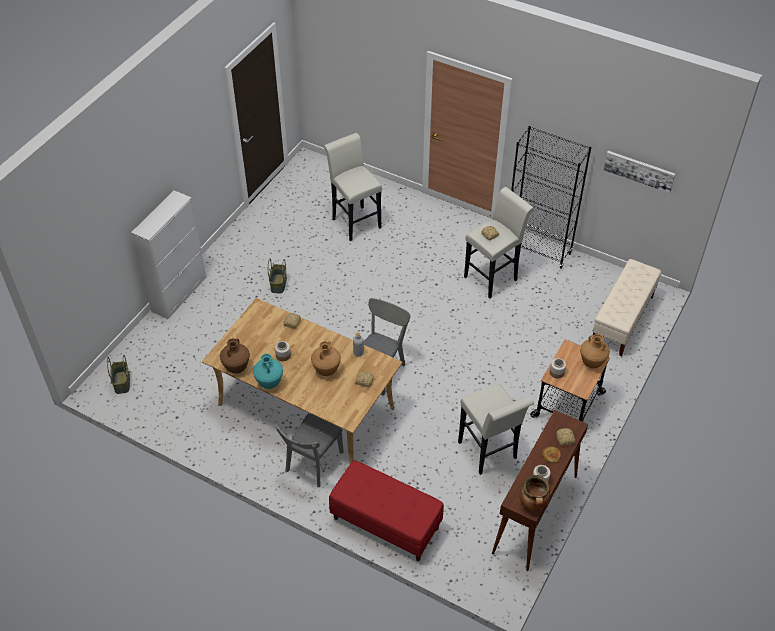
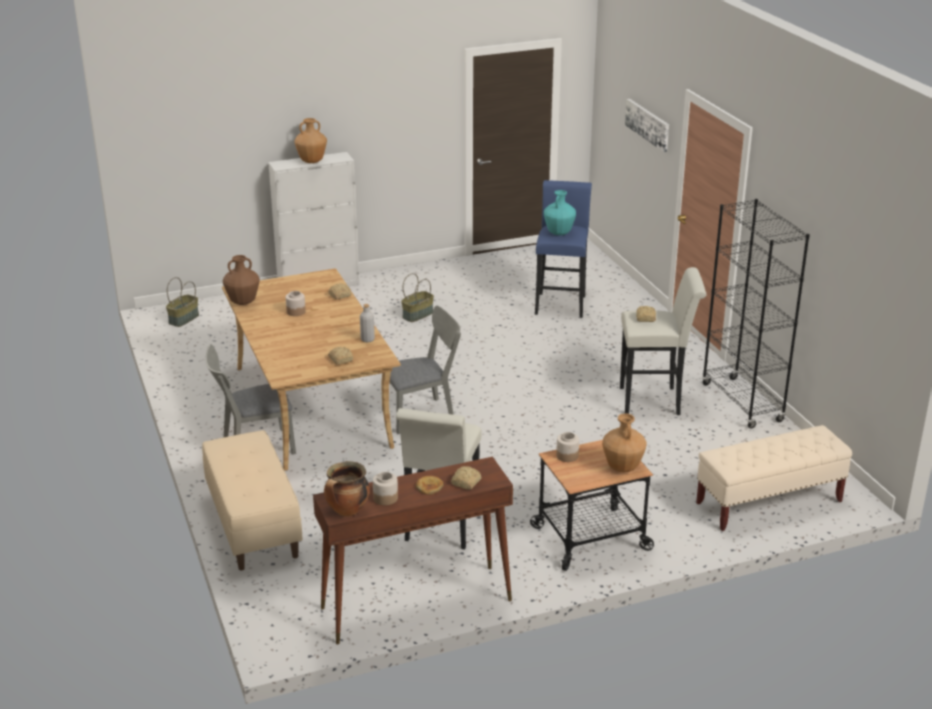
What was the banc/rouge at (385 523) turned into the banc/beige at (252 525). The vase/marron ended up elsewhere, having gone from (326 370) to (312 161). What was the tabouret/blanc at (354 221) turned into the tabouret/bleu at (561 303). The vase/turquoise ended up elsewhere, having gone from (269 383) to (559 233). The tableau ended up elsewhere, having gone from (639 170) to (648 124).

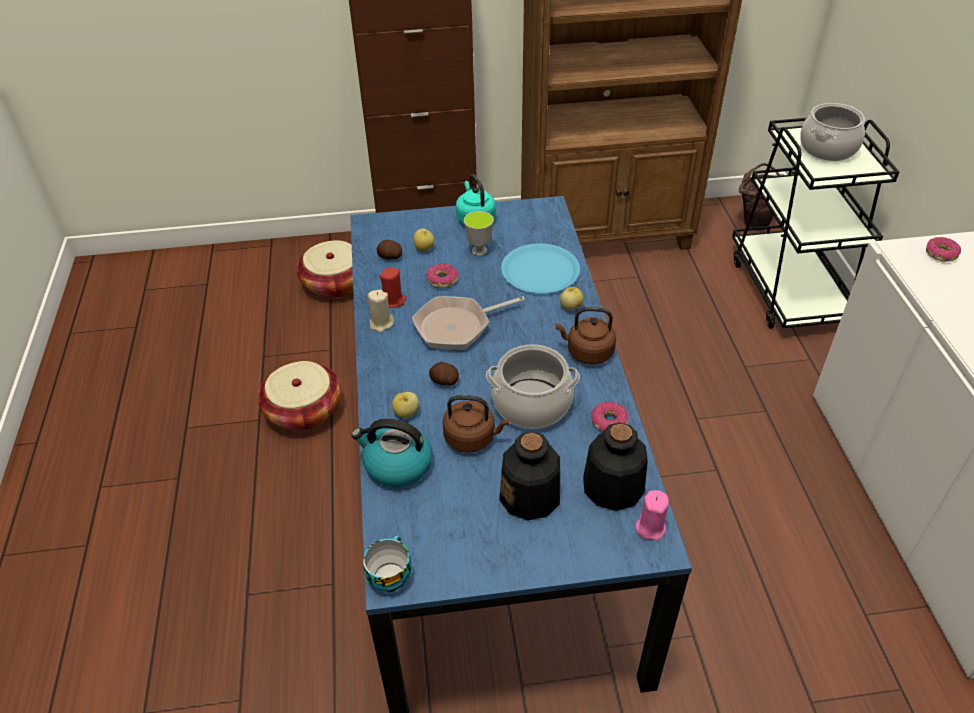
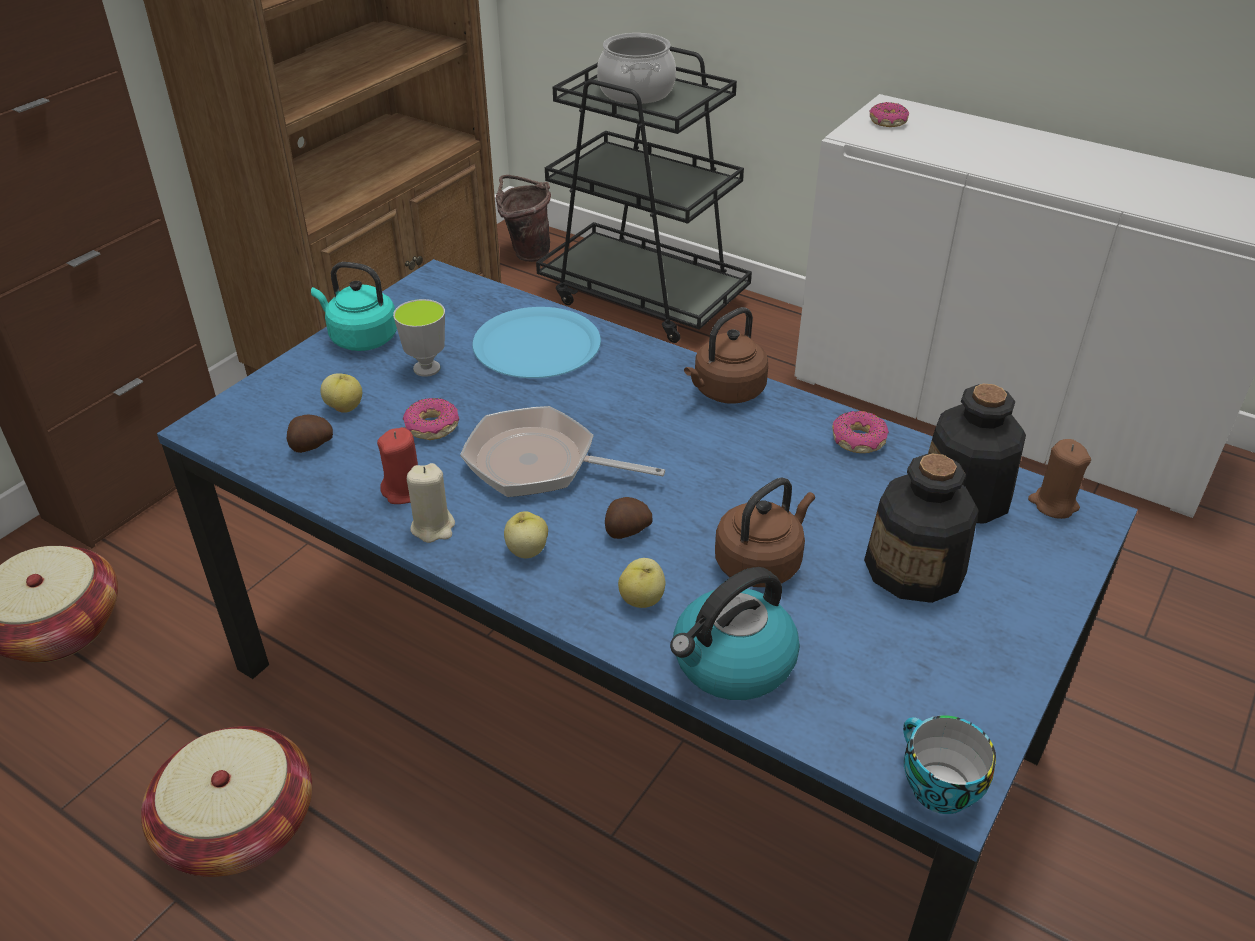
The poêle at (457 326) ended up facing another way, 90 degrees clockwise from before. The pomme ended up elsewhere, having gone from (570 307) to (526 550). What was the bougie/rose at (650 527) turned into the bougie/marron at (1053 504). The second view lost the marmite at (532 403).

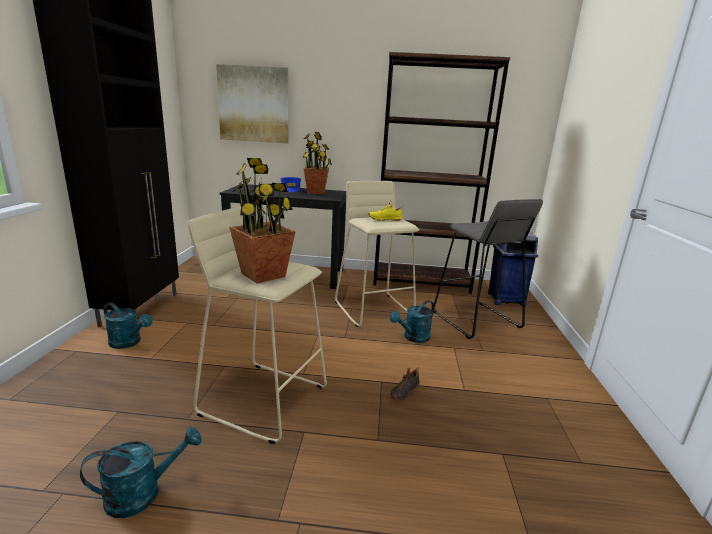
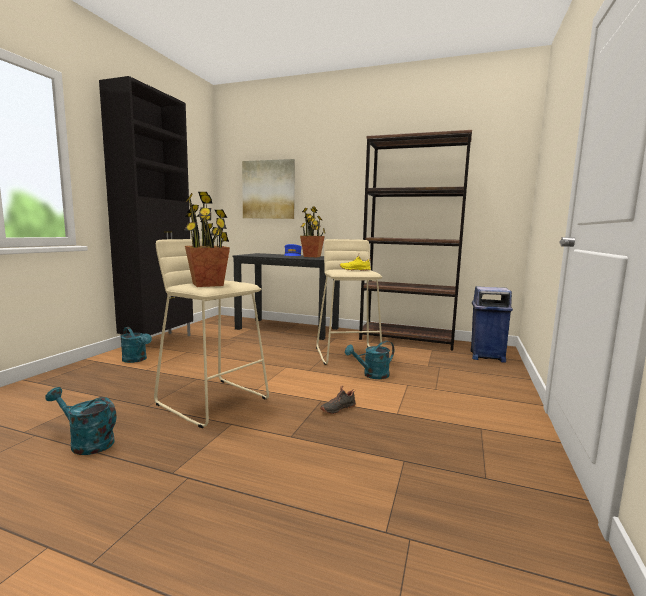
The arrosoir/turquoise at (143 493) ended up facing another way, 150 degrees counterclockwise from before. The second view lost the tabouret/gris at (475 320).

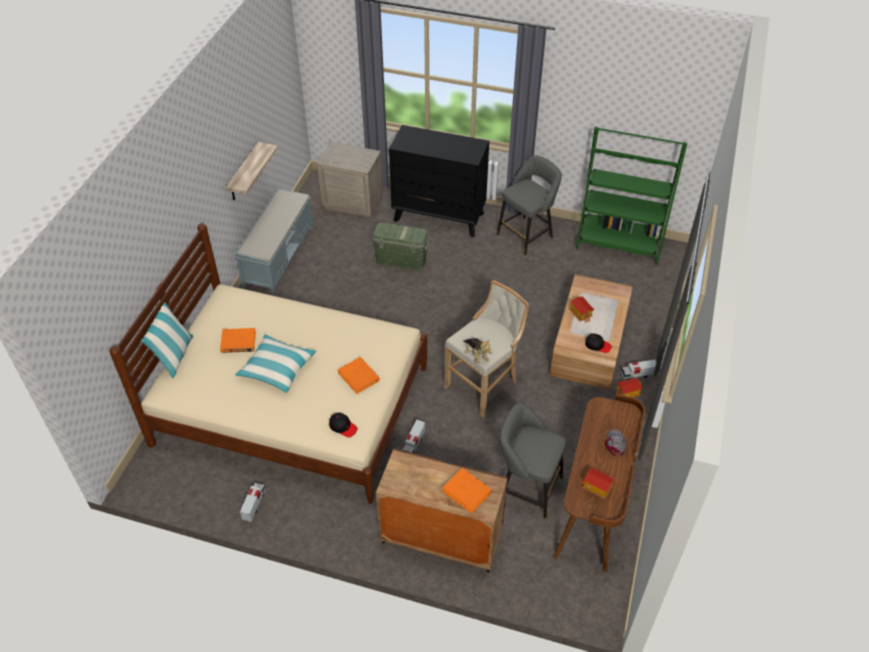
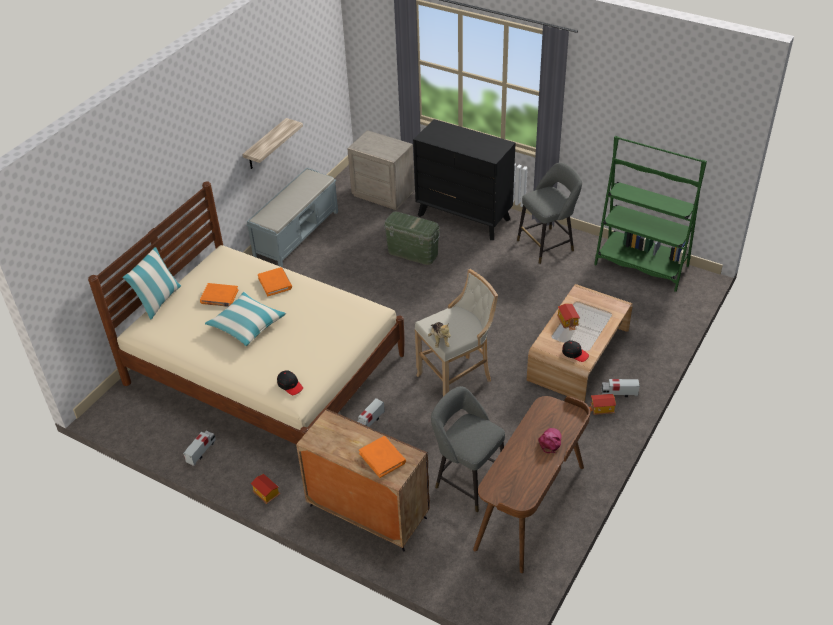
The maison miniature ended up elsewhere, having gone from (596 488) to (266 494). The livre/orange ended up elsewhere, having gone from (359 376) to (275 283). What was the casquette/gris at (615 443) turned into the casquette/rose at (550 441).

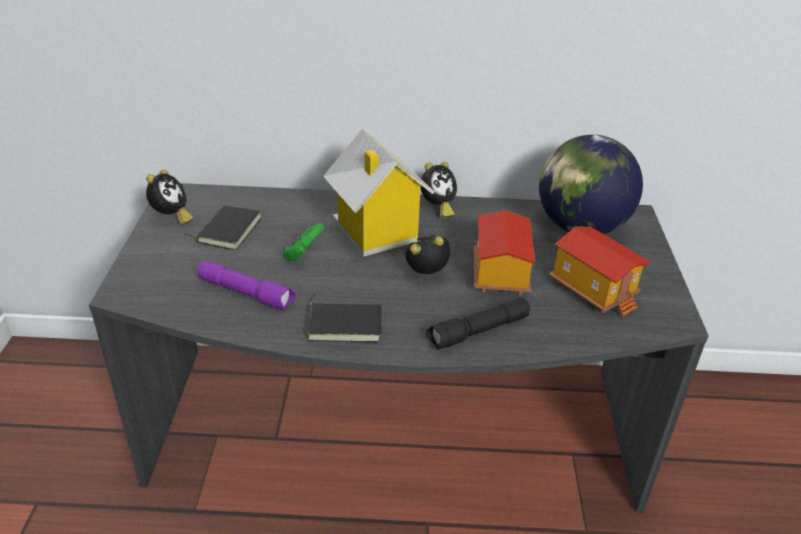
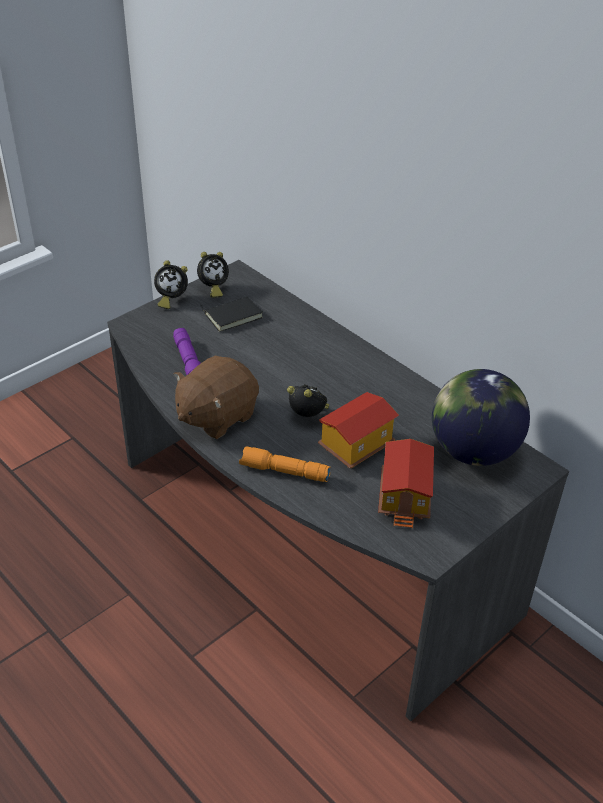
The réveil ended up elsewhere, having gone from (437 208) to (171 299). Where the livre/noir stood at (345 324), the peluche/marron came to stand at (216 416). What was the lampe de poche/noir at (478 332) turned into the lampe de poche/orange at (283 472). The second view lost the manette/vert at (303 254). The second view lost the maison miniature at (375 233).

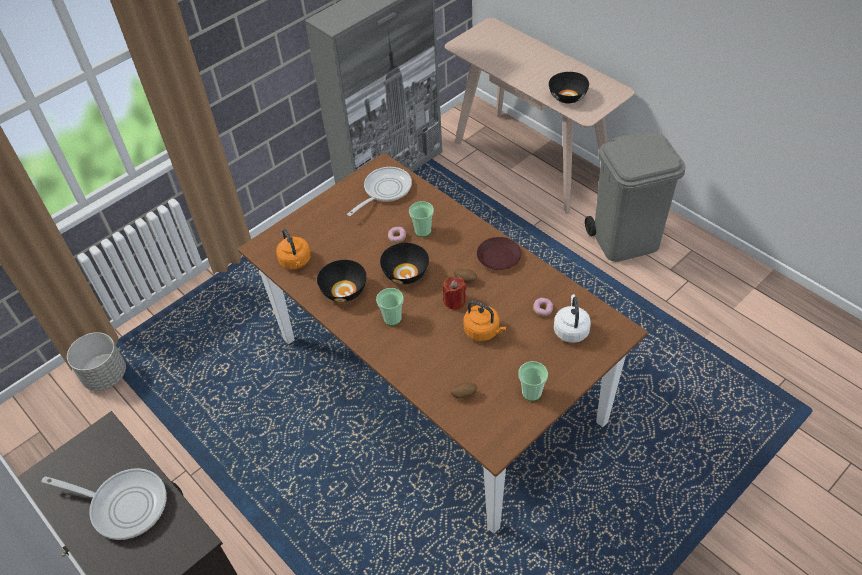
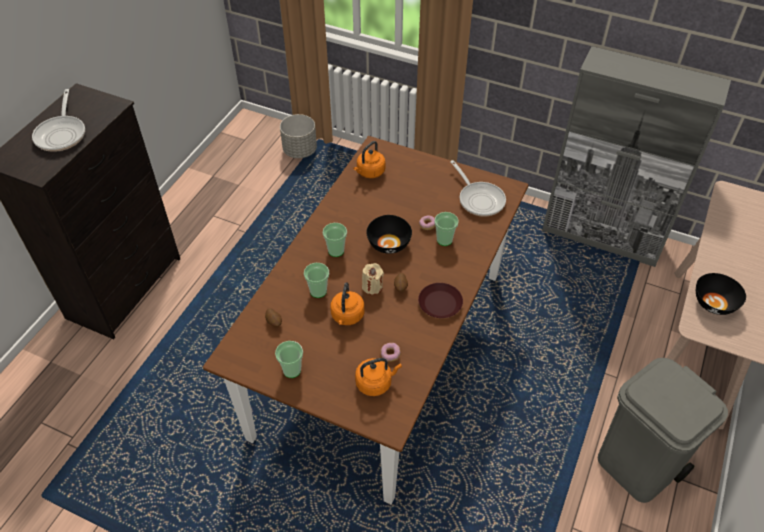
The second view gained the tasse at (318 291). What was the bouilloire/blanc at (571 329) turned into the bouilloire/orange at (375 383). What was the bougie/rouge at (454 301) turned into the bougie/beige at (372 286). The poêle at (384 190) ended up facing another way, 45 degrees clockwise from before. The second view lost the bol/noir at (344 290).

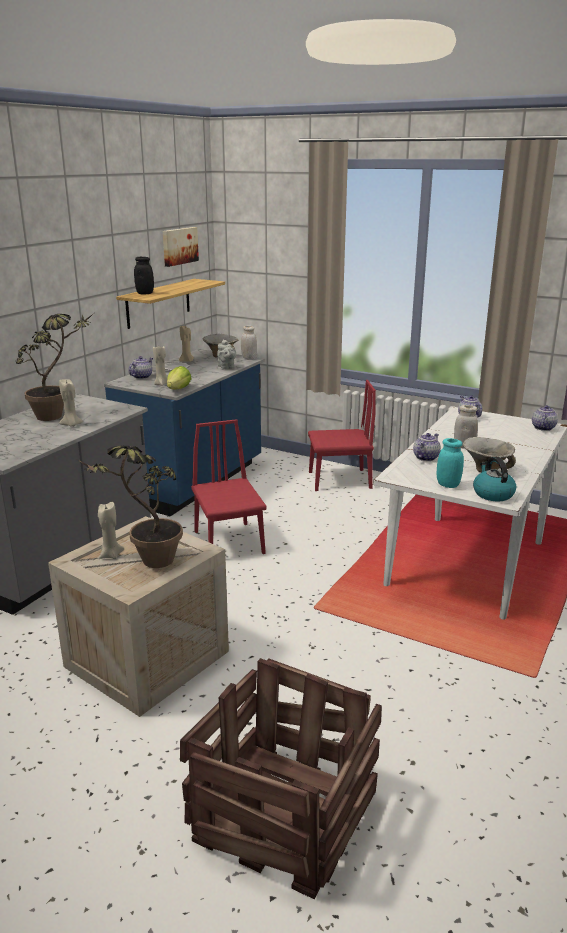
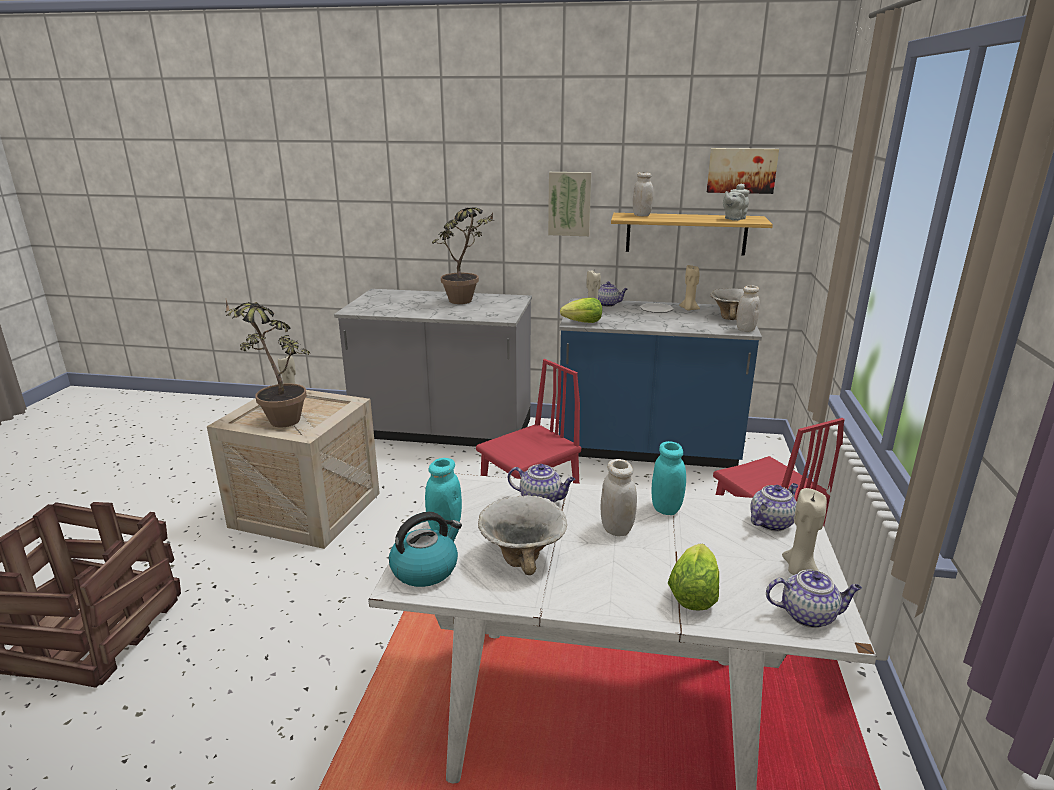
The second view gained the tableau at (569 203). What was the bocal/noir at (145 293) turned into the bocal/blanc at (641 215). The second view gained the bocal/turquoise at (666 508). The second view gained the laitue at (693 595). The théière/gris ended up elsewhere, having gone from (226 367) to (733 219). The bougie/beige ended up elsewhere, having gone from (71 425) to (798 569).

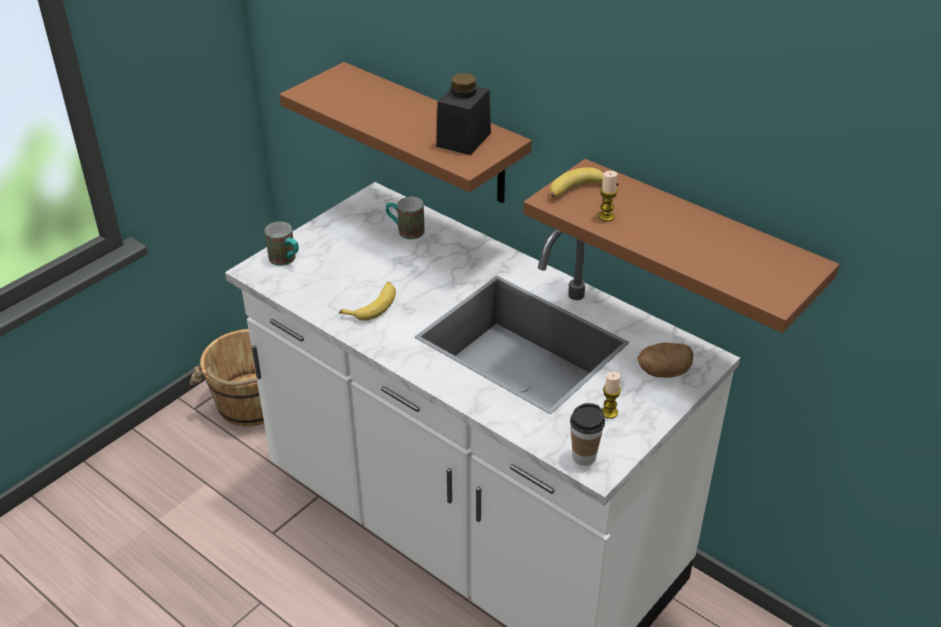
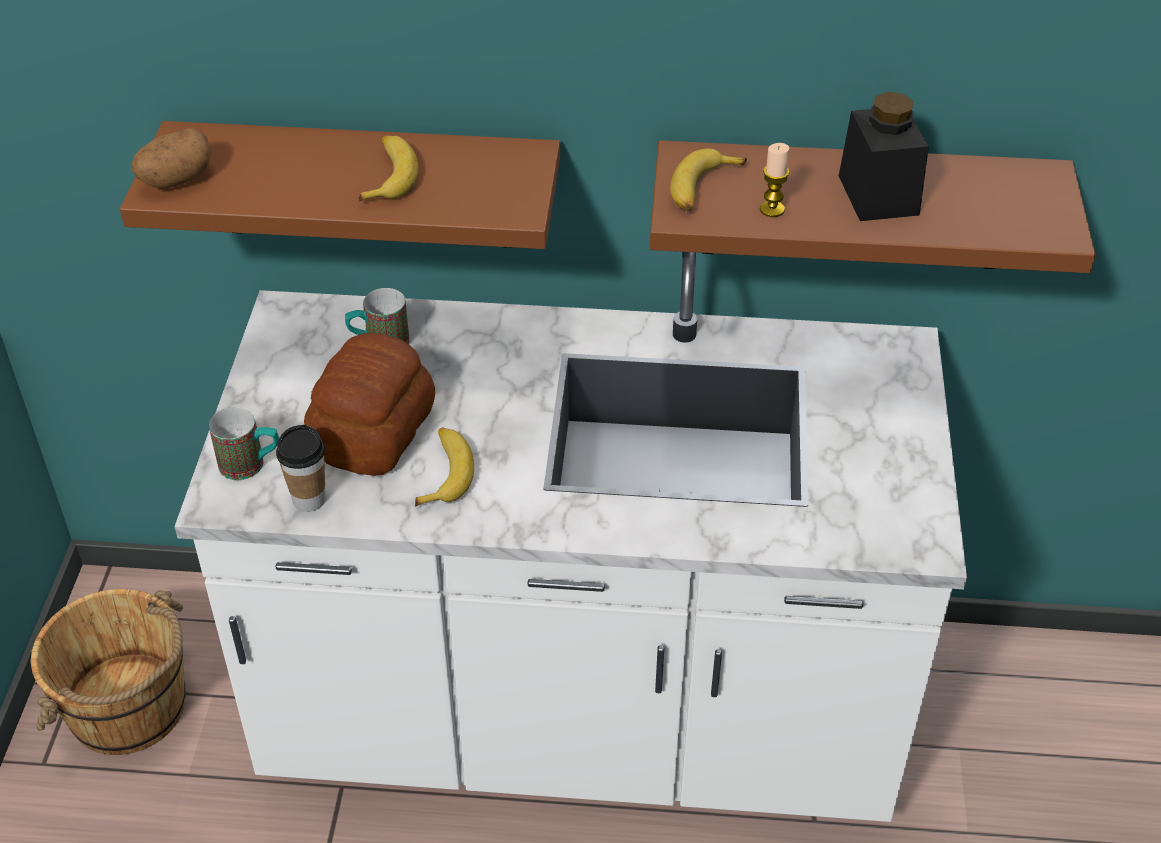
The pomme de terre ended up elsewhere, having gone from (663 372) to (176 180). The tasse ended up elsewhere, having gone from (584 457) to (309 499). The second view gained the pain at (376 431). The second view gained the banane at (388 176). The bocal/noir ended up elsewhere, having gone from (463 139) to (878 195). The second view lost the bougie at (609 412).

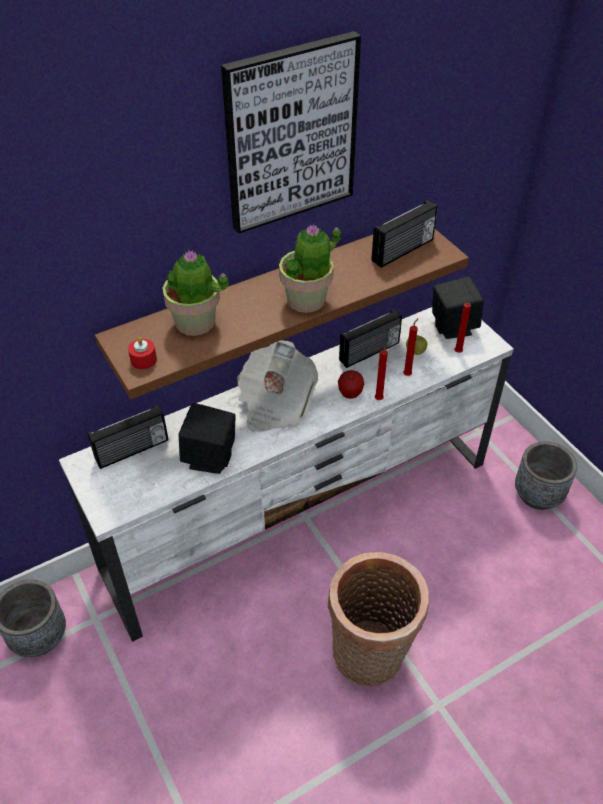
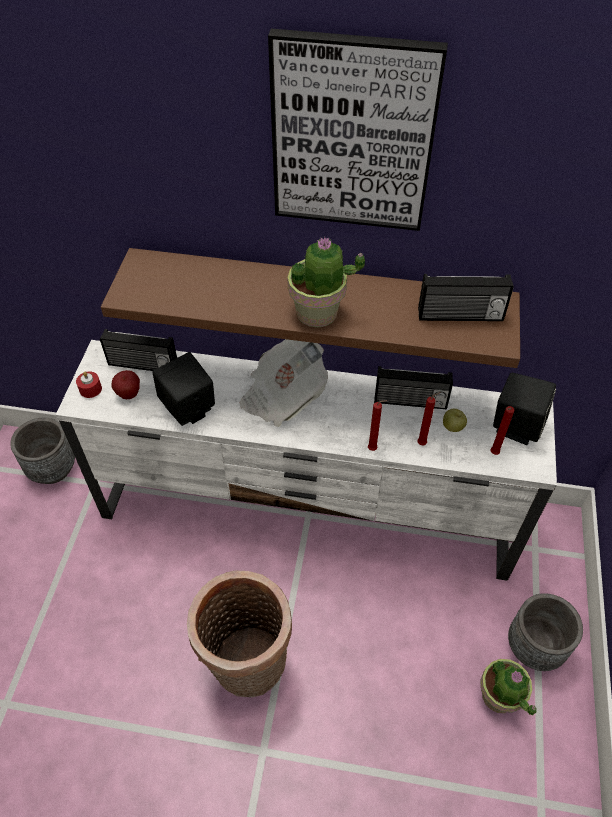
The bougie/rouge ended up elsewhere, having gone from (143 360) to (90 389). The pomme ended up elsewhere, having gone from (350 394) to (129 394). The plante en pot ended up elsewhere, having gone from (195 323) to (499 696).

